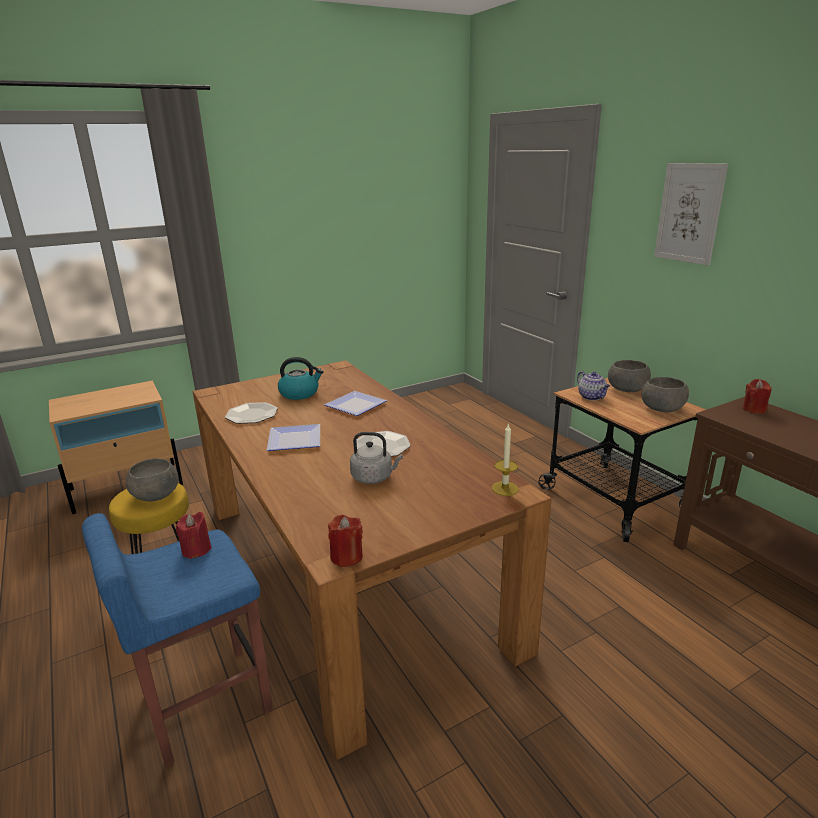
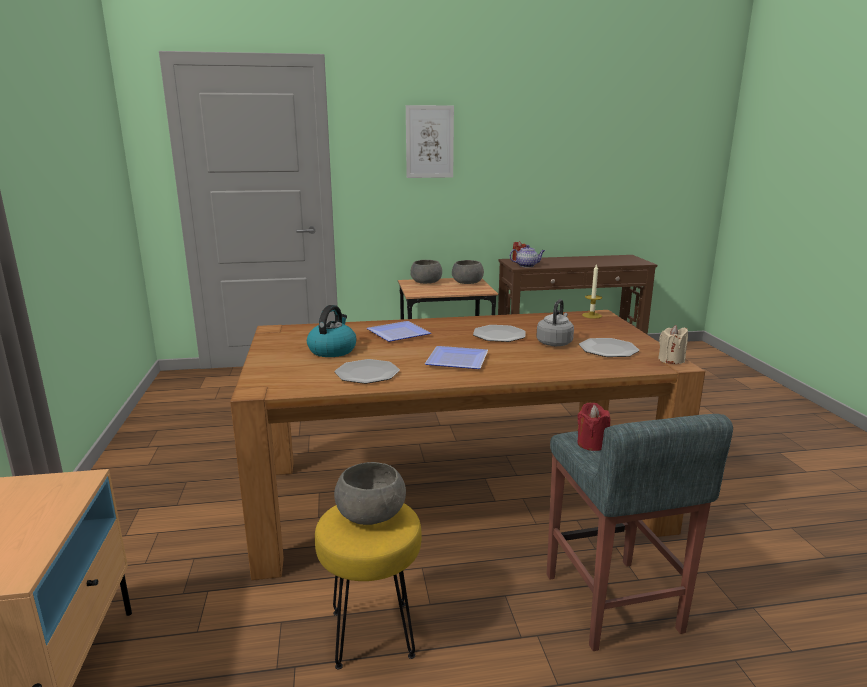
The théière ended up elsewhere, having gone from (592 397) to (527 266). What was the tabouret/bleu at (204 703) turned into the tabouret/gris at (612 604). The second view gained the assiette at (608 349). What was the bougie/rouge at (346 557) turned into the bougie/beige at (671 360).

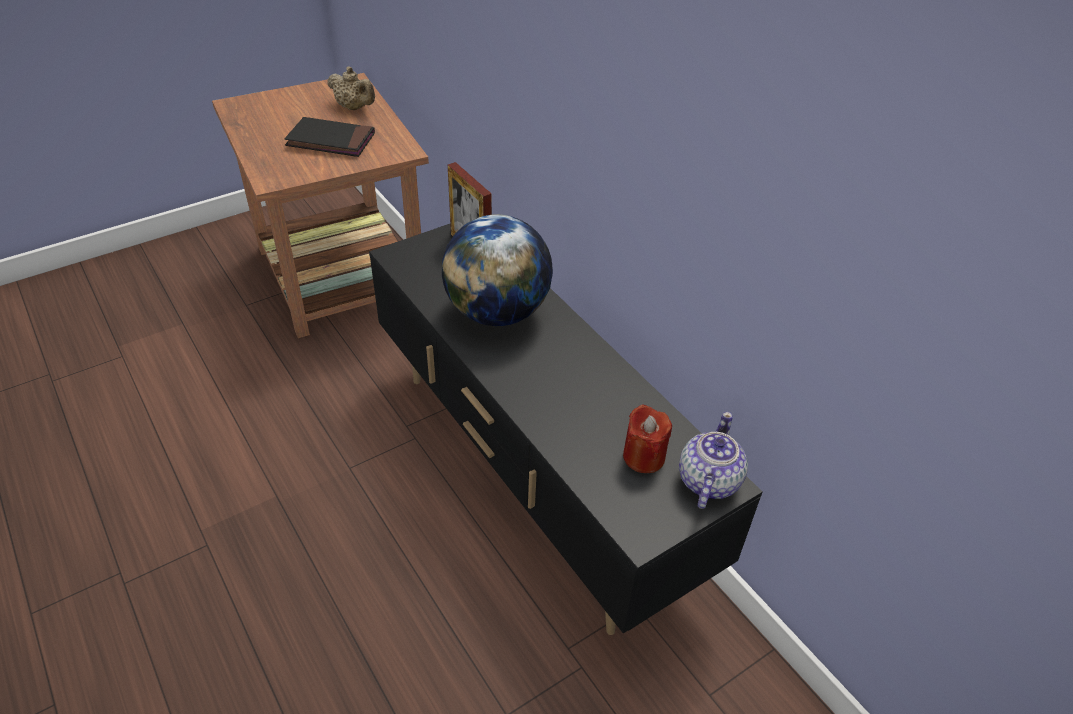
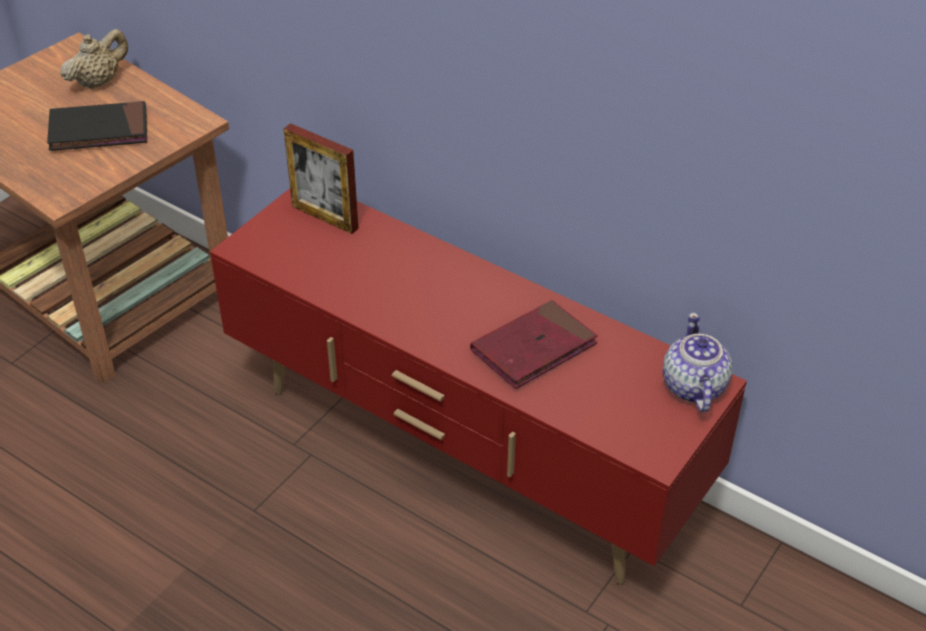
The théière/beige at (354 108) ended up facing another way, 60 degrees counterclockwise from before. What was the meuble télé/noir at (533 476) turned into the meuble télé/rouge at (464 454). The second view gained the livre/rouge at (533 348). The second view lost the globe at (497 312). The second view lost the bougie/rouge at (643 457).

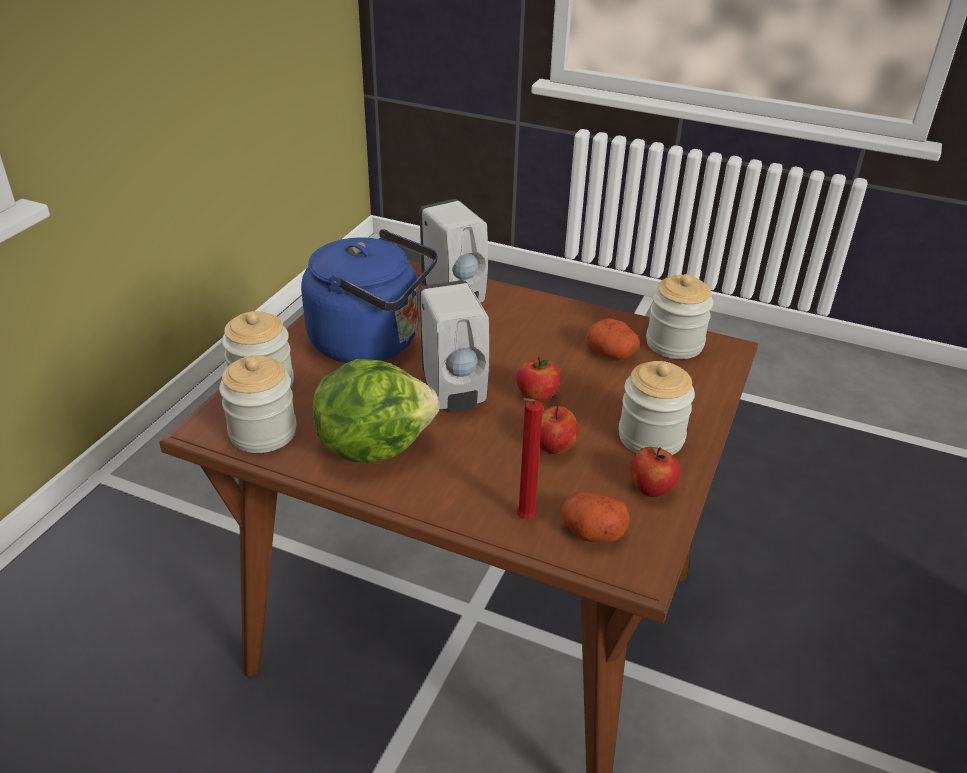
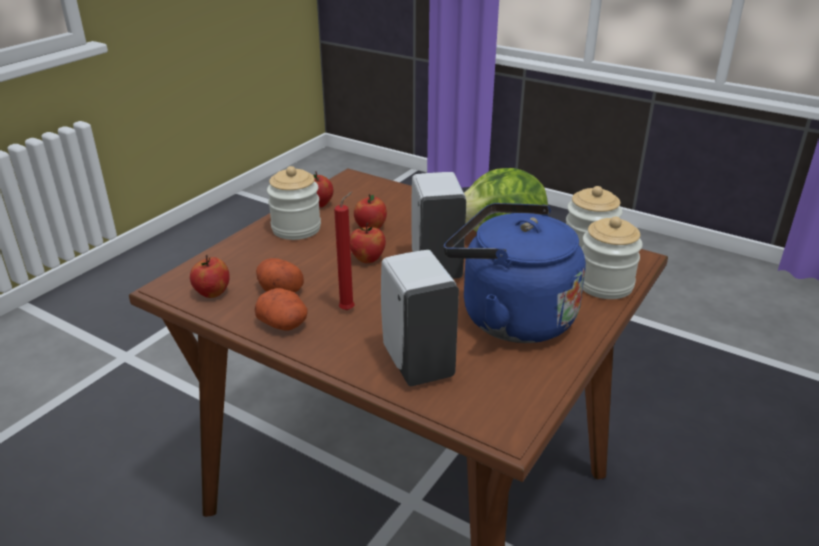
Where the bocal stood at (674 344), the pomme came to stand at (212 293). The pomme de terre ended up elsewhere, having gone from (591 531) to (284 324). The bougie/rouge ended up elsewhere, having gone from (523 520) to (349 309).

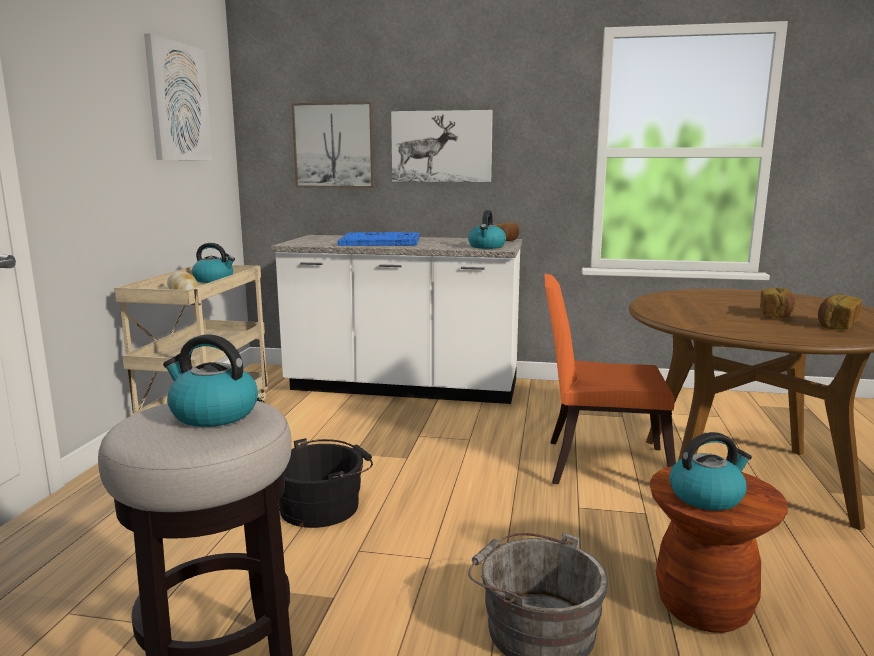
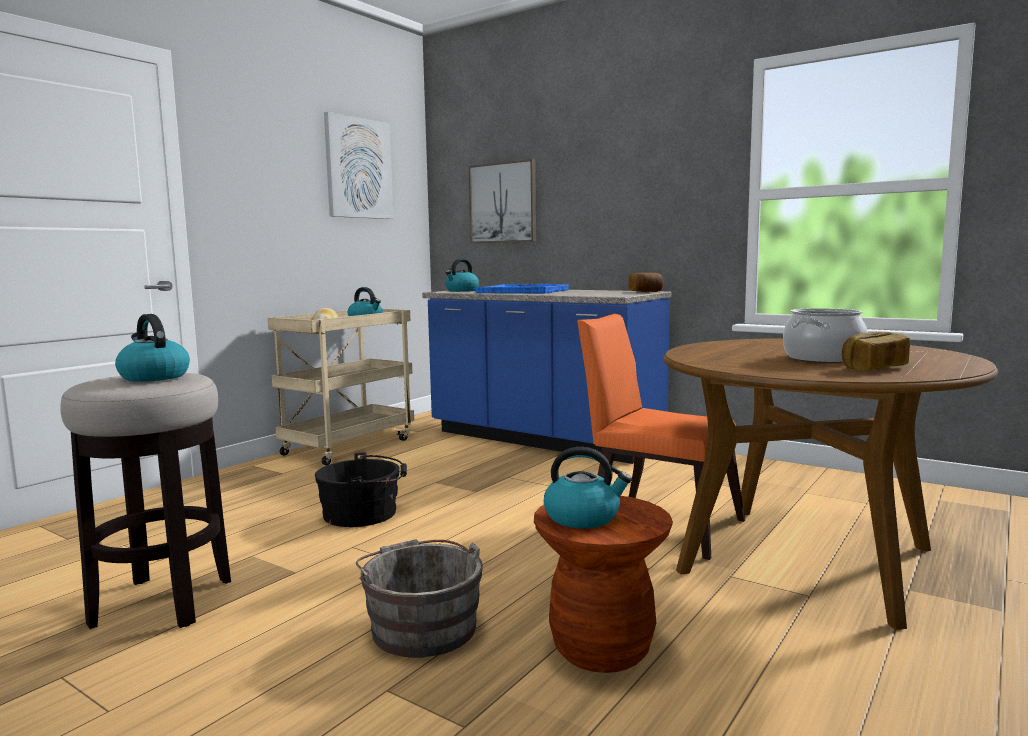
What was the comptoir de cuisine/blanc at (403 387) turned into the comptoir de cuisine/bleu at (543 440). The bouilloire ended up elsewhere, having gone from (487 247) to (462 291). Where the pain stood at (775 315), the marmite came to stand at (823 358). The second view lost the tableau at (442 146).

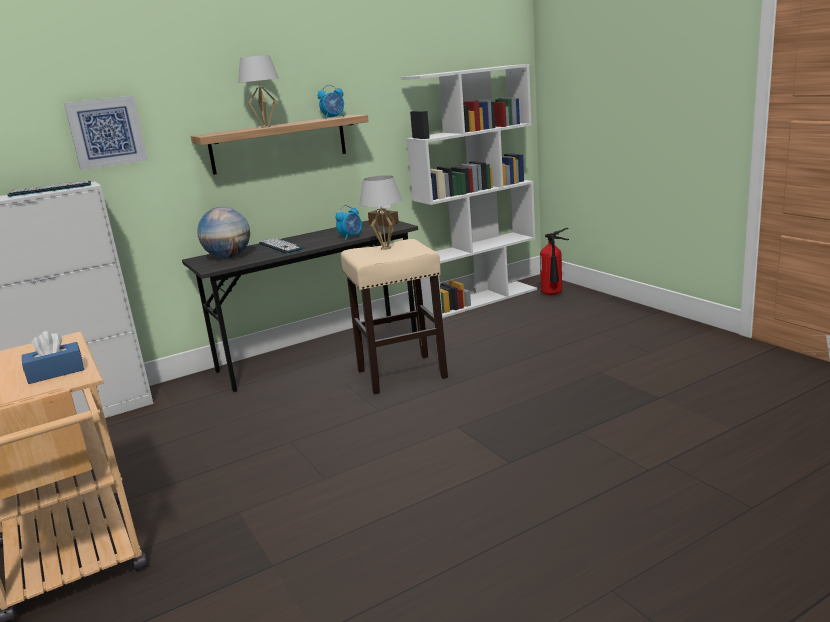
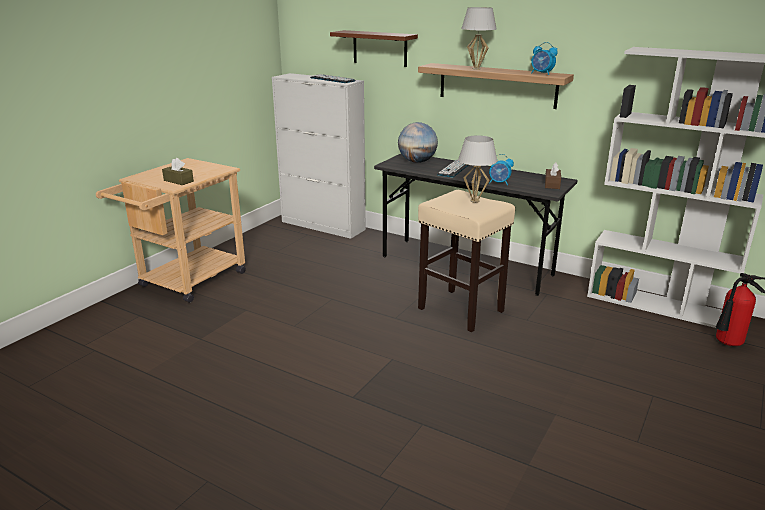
What was the boîte à mouchoirs/bleu at (56 372) turned into the boîte à mouchoirs/marron at (178 181). Where the tableau hung at (106 132), the étagère/marron came to hang at (380 48).

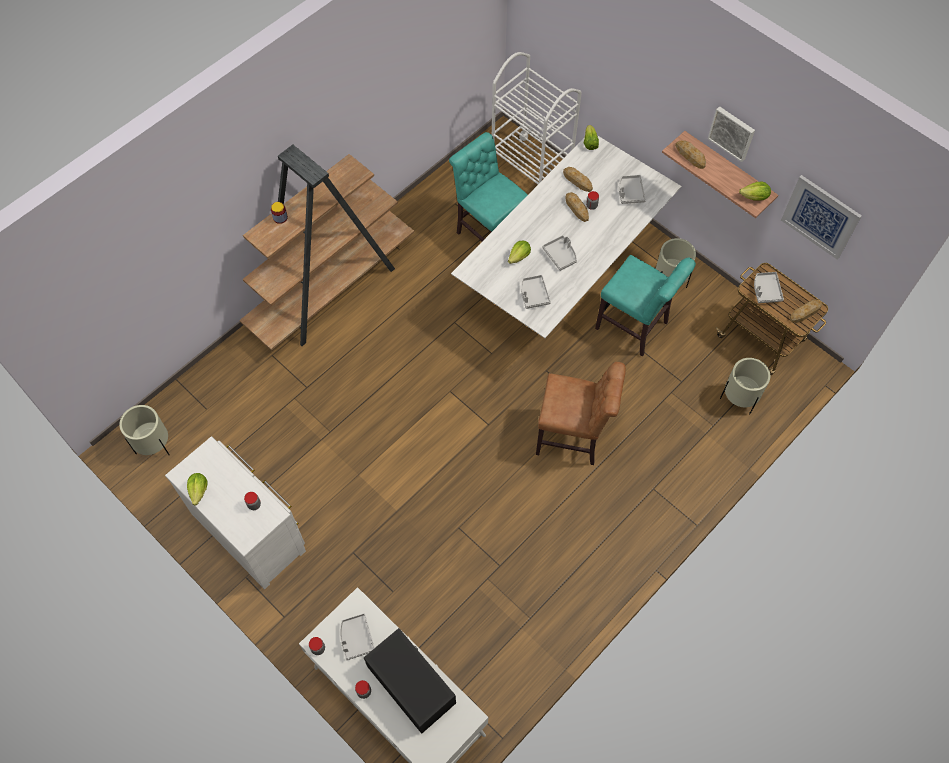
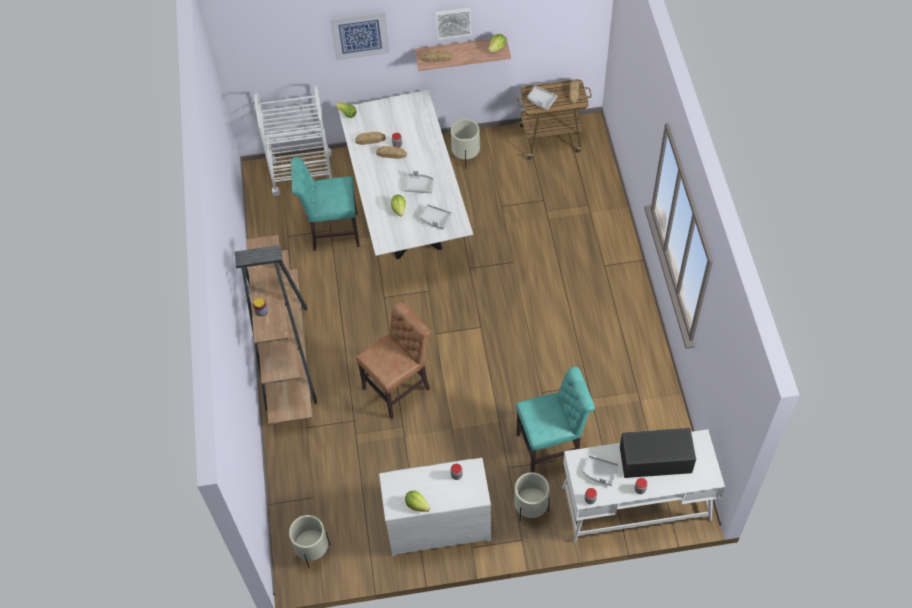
The tableau ended up elsewhere, having gone from (820 217) to (360 35). The chaise/marron ended up elsewhere, having gone from (573 438) to (399 387). The cache-pot/beige ended up elsewhere, having gone from (739 399) to (531 509). The chaise/turquoise ended up elsewhere, having gone from (635 327) to (552 446). The second view lost the plateau/gris at (630 192).

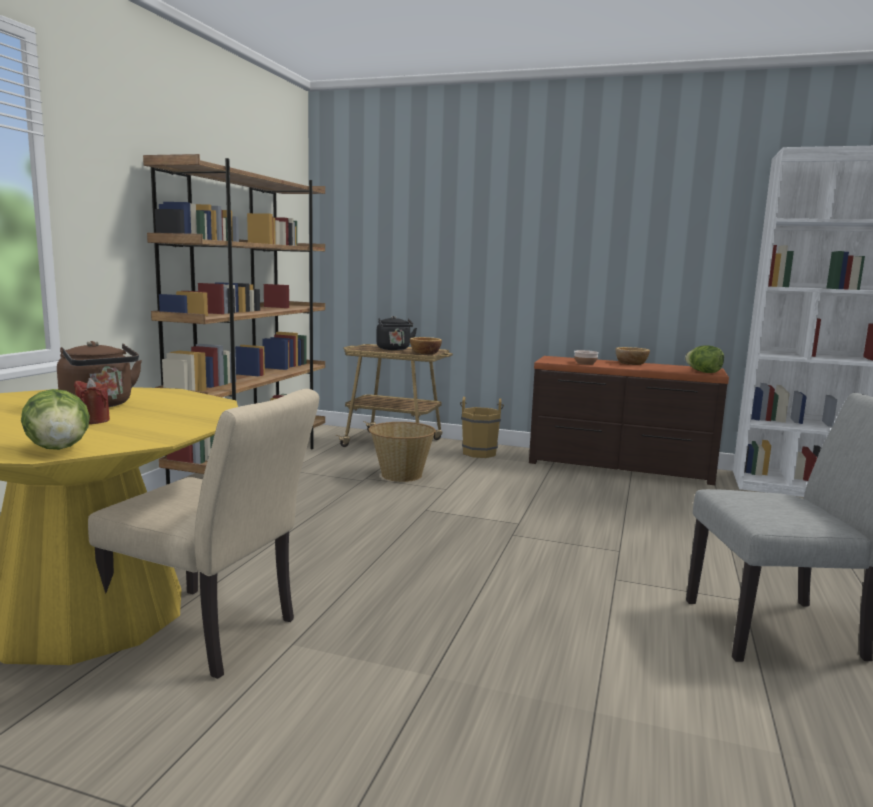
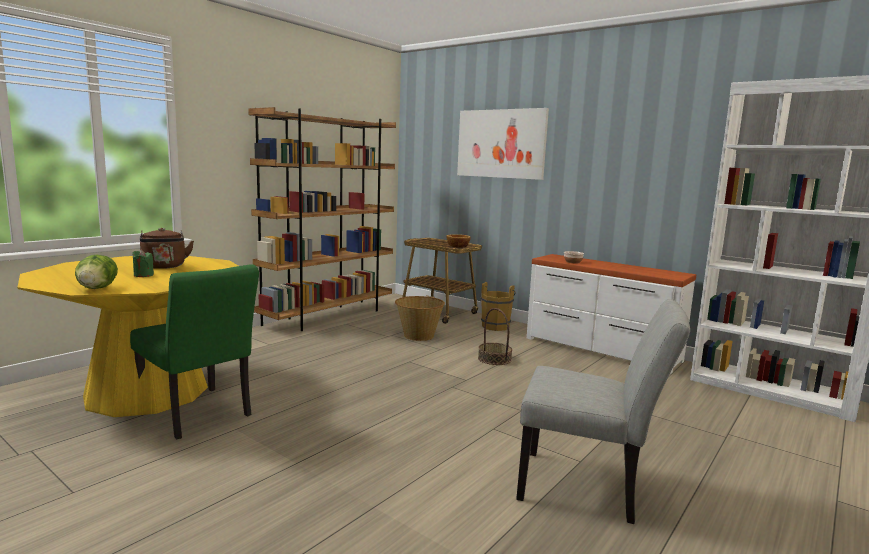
What was the chaise/beige at (214 634) turned into the chaise/vert at (199 415). What was the bougie/rouge at (93 420) turned into the bougie/vert at (143 275). The second view gained the tableau at (501 144). The second view gained the panier at (494 359). What was the commode/marron at (619 467) turned into the commode/blanc at (600 349). The second view lost the bouilloire/noir at (394 349). The second view lost the bol at (631 363). The second view lost the laitue at (703 372).

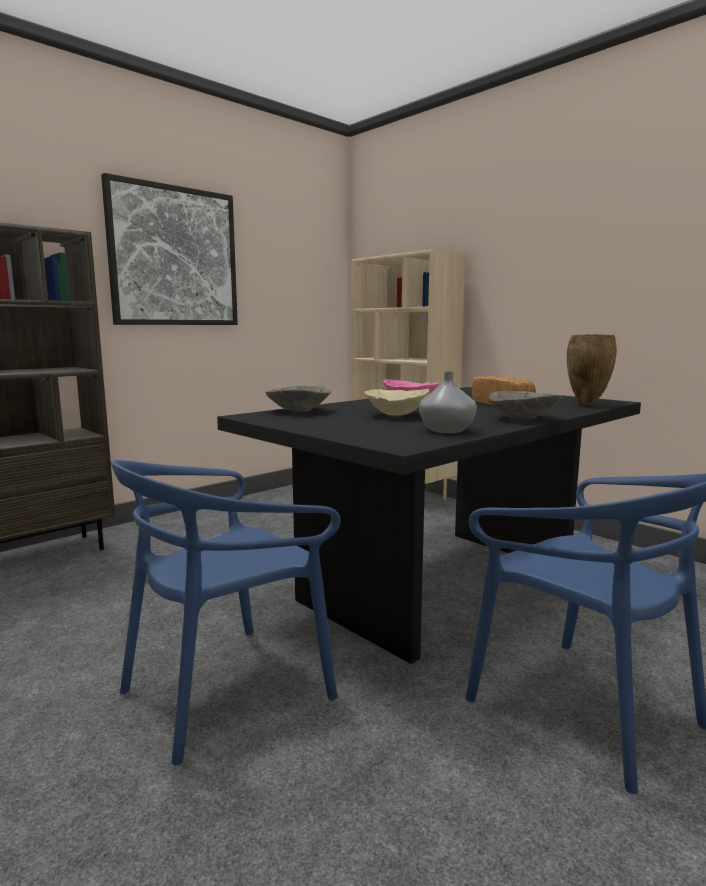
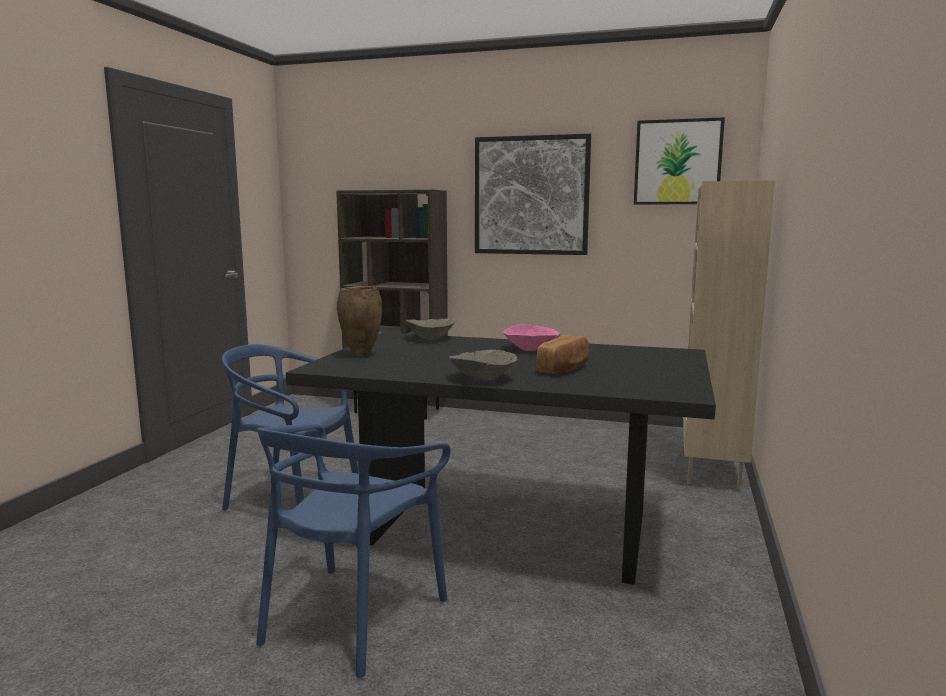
The vase/marron ended up elsewhere, having gone from (586 404) to (360 355). The second view gained the tableau at (677 162). The second view lost the bol/beige at (397 415). The second view lost the vase/gris at (447 430).

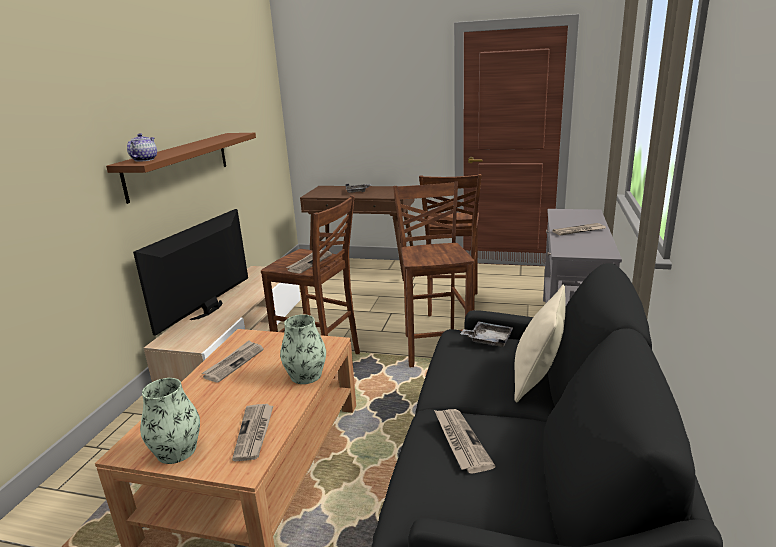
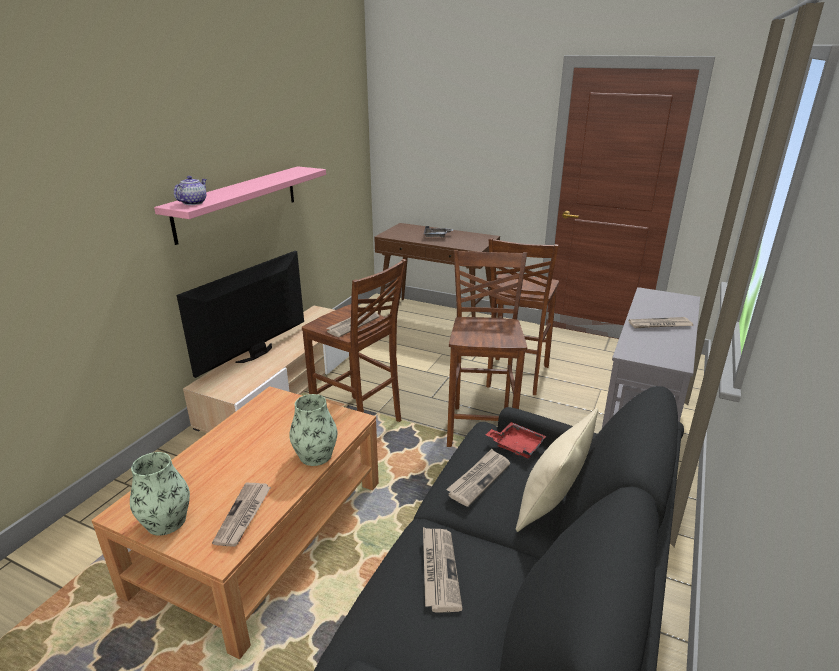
What was the étagère/marron at (179 164) turned into the étagère/rose at (238 202). The journal ended up elsewhere, having gone from (234 363) to (479 478). What was the plateau/gris at (488 340) turned into the plateau/rouge at (516 445).

